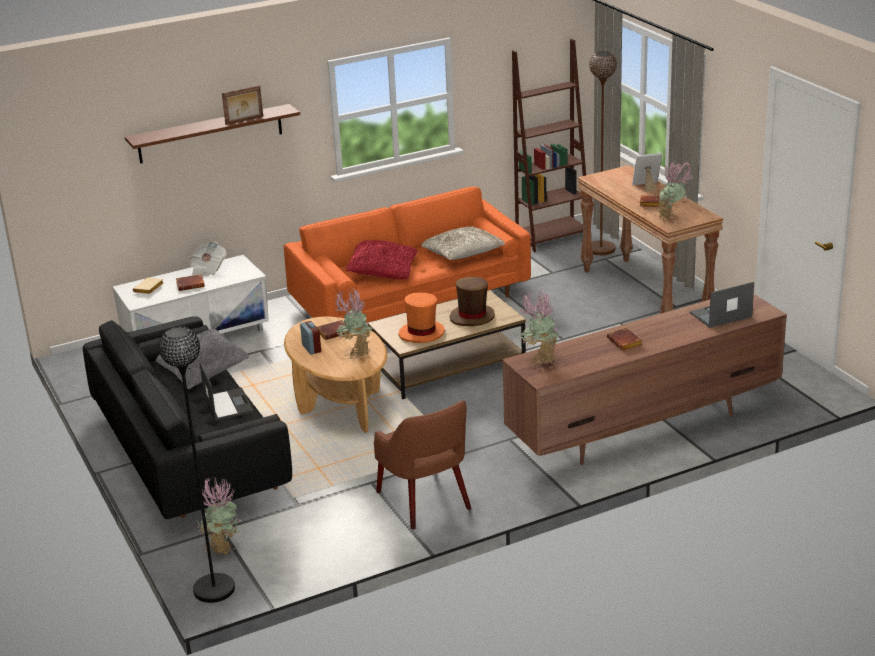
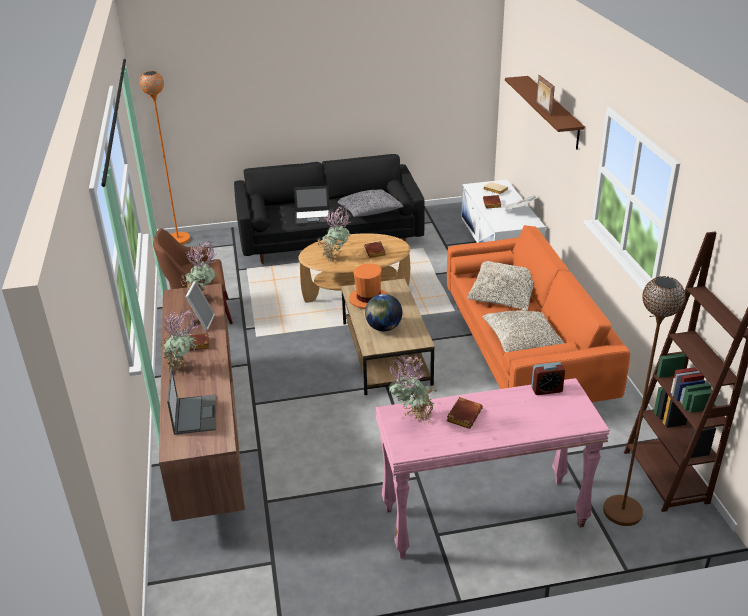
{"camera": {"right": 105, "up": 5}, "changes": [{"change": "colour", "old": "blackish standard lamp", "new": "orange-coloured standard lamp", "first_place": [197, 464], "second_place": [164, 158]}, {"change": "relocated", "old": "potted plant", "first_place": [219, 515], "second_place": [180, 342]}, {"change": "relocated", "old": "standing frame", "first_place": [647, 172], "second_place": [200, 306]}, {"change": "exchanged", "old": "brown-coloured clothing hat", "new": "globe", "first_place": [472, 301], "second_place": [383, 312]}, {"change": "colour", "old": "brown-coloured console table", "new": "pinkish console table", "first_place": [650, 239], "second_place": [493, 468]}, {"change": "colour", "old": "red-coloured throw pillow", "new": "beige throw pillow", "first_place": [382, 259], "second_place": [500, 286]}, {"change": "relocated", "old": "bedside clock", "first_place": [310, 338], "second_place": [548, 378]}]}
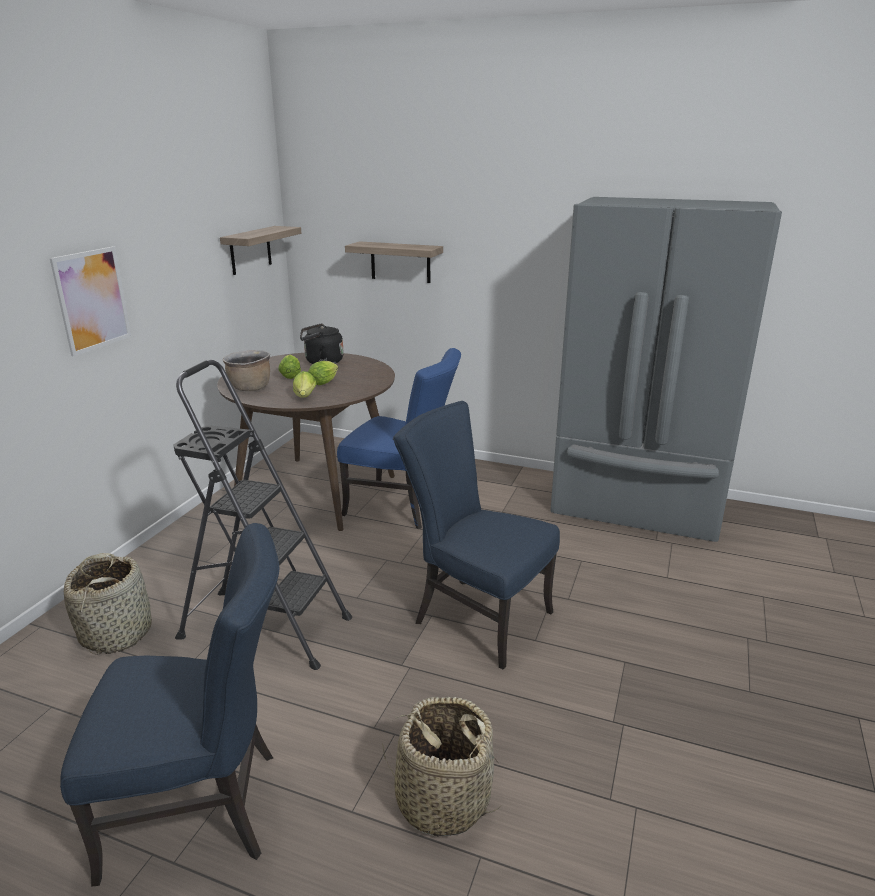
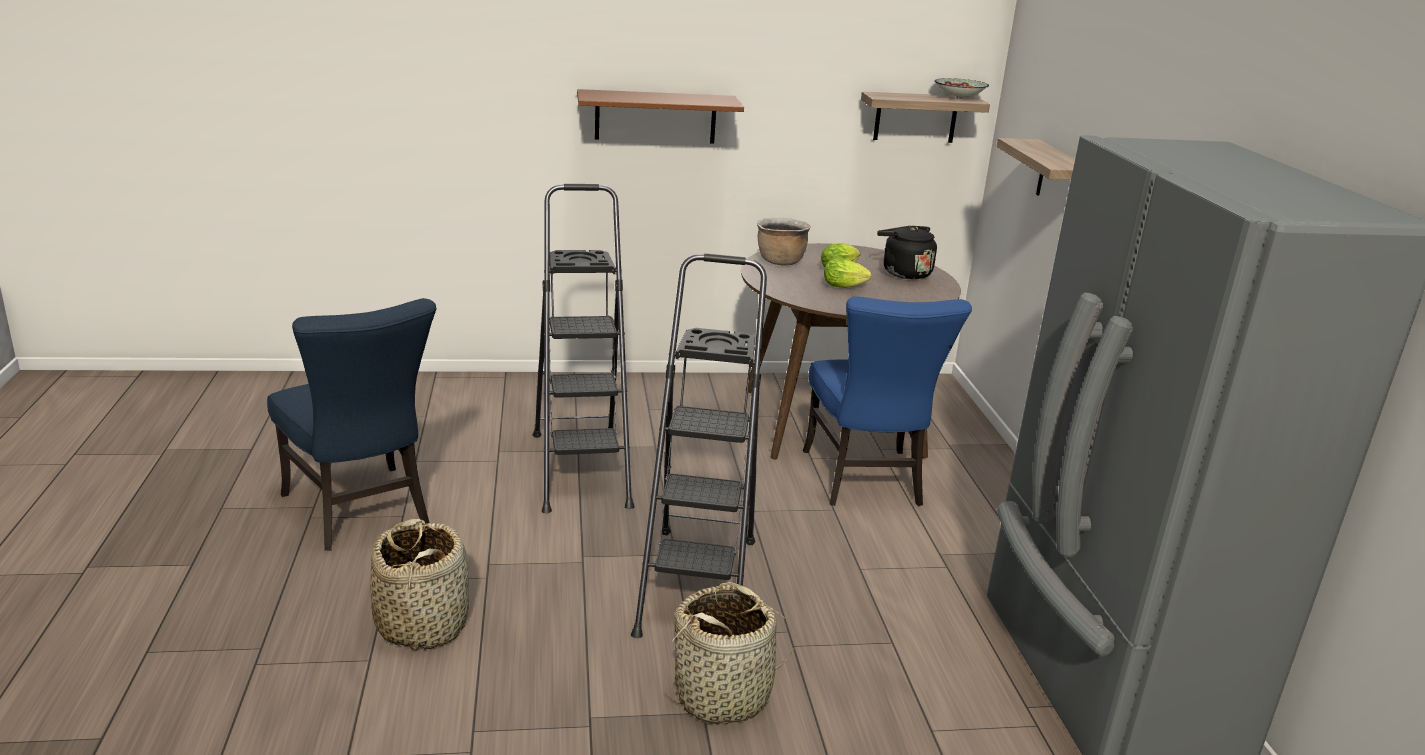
{"camera": {"right": 60, "up": 0}, "changes": [{"change": "exchanged", "old": "wall picture", "new": "brown-coloured shelf", "first_place": [90, 301], "second_place": [660, 116]}, {"change": "exchanged", "old": "blue plain chair", "new": "stepladder", "first_place": [476, 535], "second_place": [699, 445]}, {"change": "relocated", "old": "storage basket", "first_place": [108, 604], "second_place": [729, 653]}, {"change": "appeared", "new": "serving bowl", "second_place": [961, 88]}, {"change": "missing", "old": "lettuce head", "first_place": [304, 384]}]}
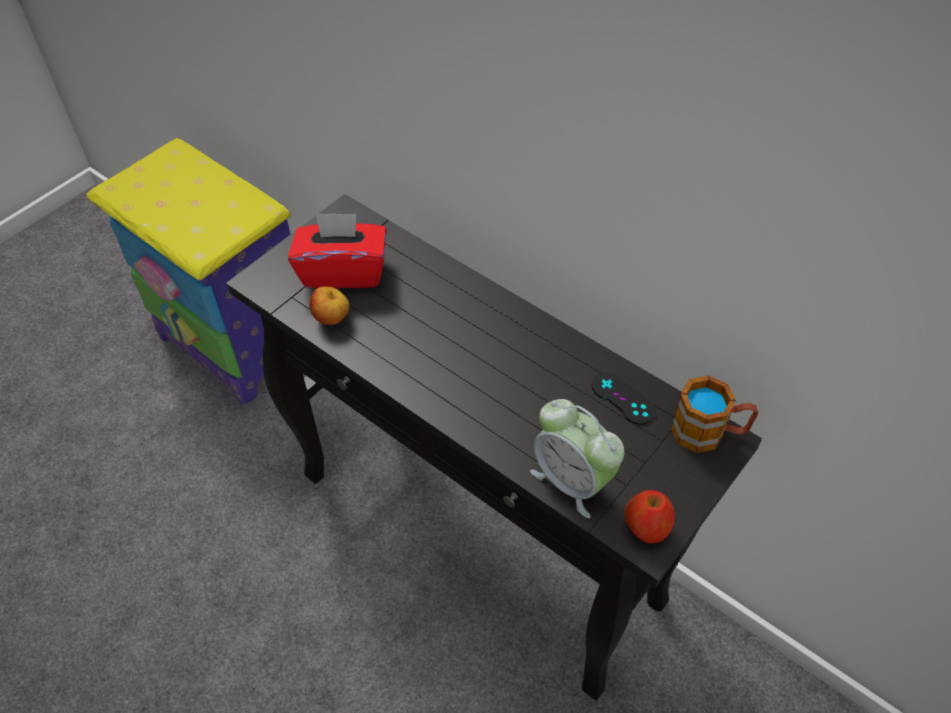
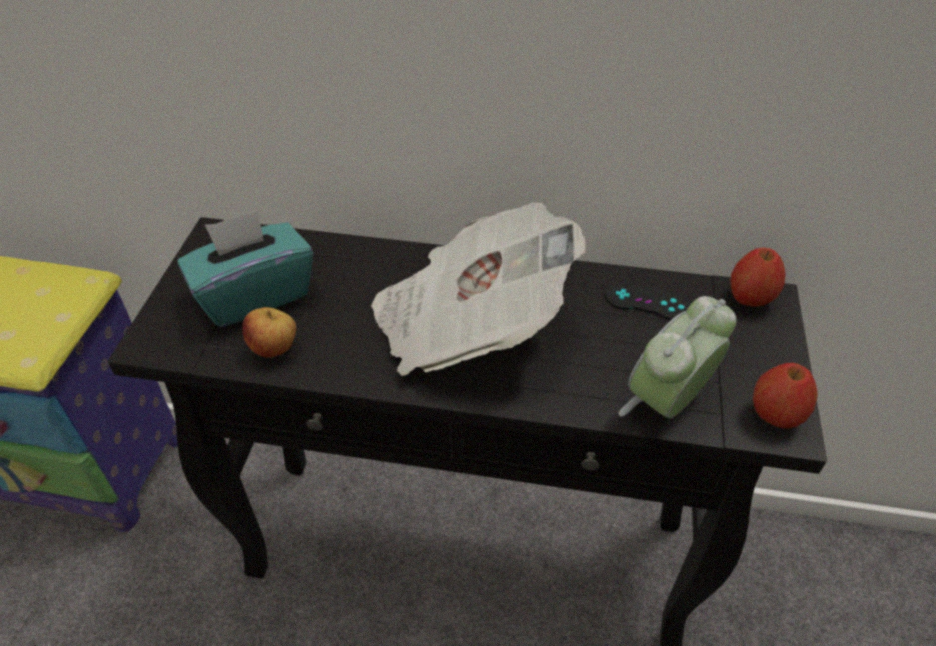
{"camera": {"right": -30, "up": -5}, "changes": [{"change": "colour", "old": "red-coloured tissue holder", "new": "blue-green tissue holder", "first_place": [337, 251], "second_place": [245, 268]}, {"change": "appeared", "new": "printed paper", "second_place": [478, 289]}, {"change": "spun", "old": "bedside clock", "first_place": [577, 458], "second_place": [677, 357], "degrees": 120}, {"change": "exchanged", "old": "coffee mug", "new": "whole apple", "first_place": [714, 414], "second_place": [757, 277]}]}
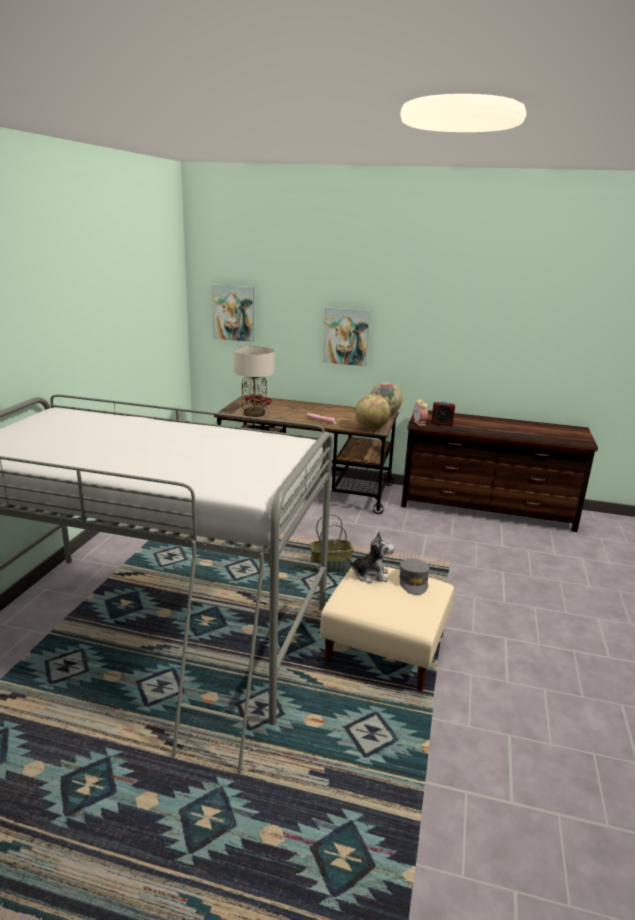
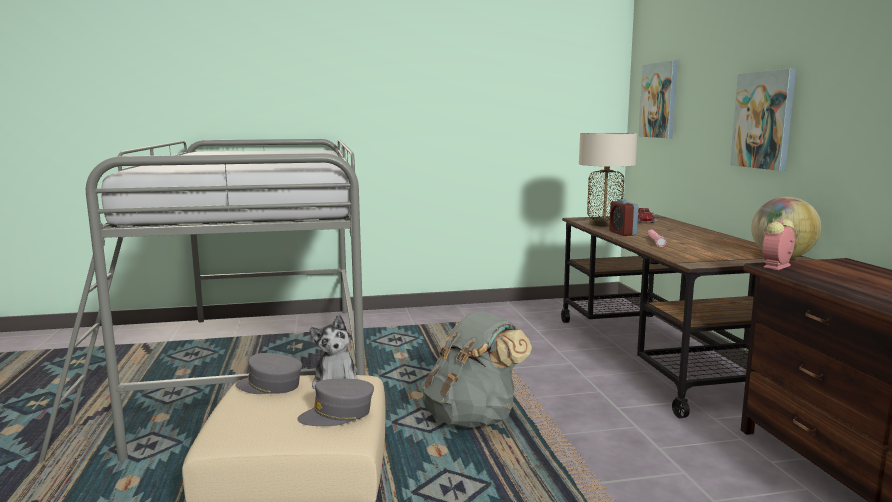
{"camera": {"right": 65, "up": -10}, "changes": [{"change": "appeared", "new": "greyish baseball cap", "second_place": [268, 373]}, {"change": "exchanged", "old": "storage basket", "new": "greyish backpack", "first_place": [331, 543], "second_place": [476, 369]}, {"change": "relocated", "old": "bedside clock", "first_place": [443, 413], "second_place": [623, 217]}, {"change": "missing", "old": "globe", "first_place": [373, 412]}]}
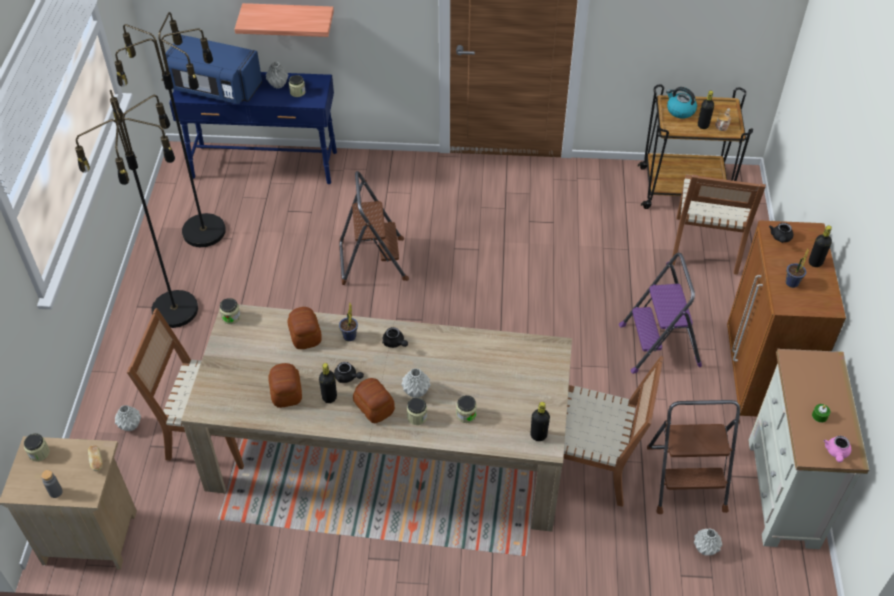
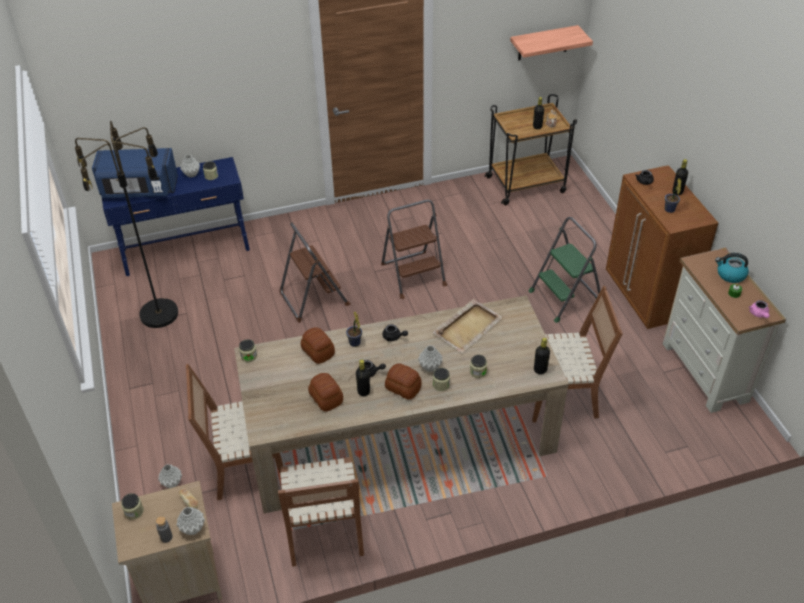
{"camera": {"right": -20, "up": -5}, "changes": [{"change": "relocated", "old": "greyish vase", "first_place": [708, 542], "second_place": [190, 521]}, {"change": "relocated", "old": "plain chair", "first_place": [719, 224], "second_place": [321, 512]}, {"change": "relocated", "old": "brown-coloured stepladder", "first_place": [693, 457], "second_place": [414, 249]}, {"change": "appeared", "new": "beige carrying tray", "second_place": [468, 326]}, {"change": "relocated", "old": "shelf", "first_place": [284, 20], "second_place": [551, 42]}, {"change": "colour", "old": "purplish stepladder", "new": "greenish stepladder", "first_place": [660, 313], "second_place": [564, 270]}, {"change": "relocated", "old": "water kettle", "first_place": [681, 102], "second_place": [732, 268]}, {"change": "missing", "old": "standard lamp", "first_place": [136, 209]}]}
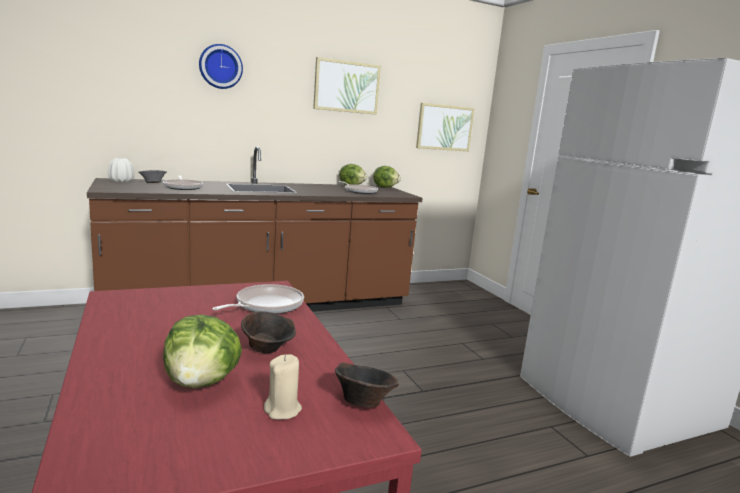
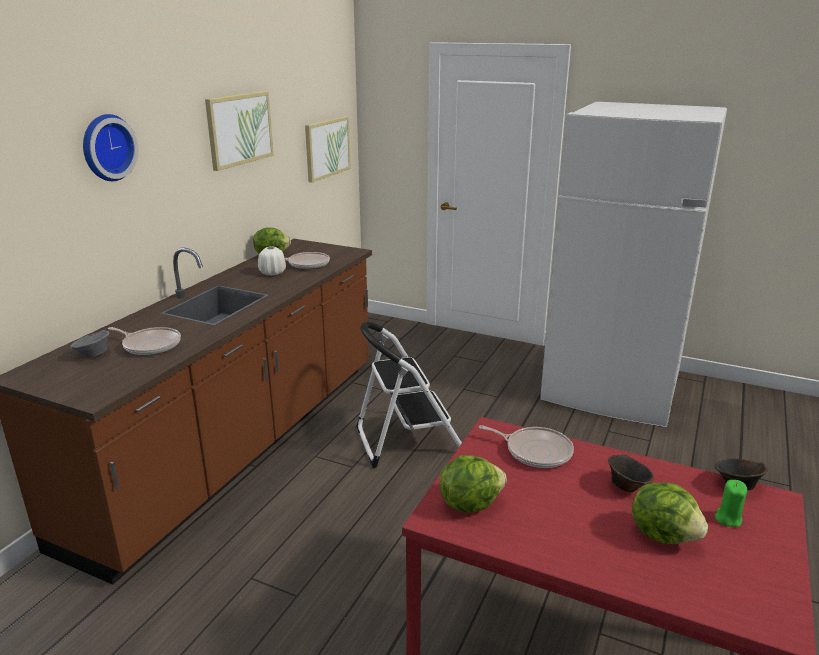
{"camera": {"right": -40, "up": 10}, "changes": [{"change": "relocated", "old": "whitish vase", "first_place": [121, 170], "second_place": [272, 261]}, {"change": "appeared", "new": "stepladder", "second_place": [409, 395]}, {"change": "relocated", "old": "lettuce head", "first_place": [387, 177], "second_place": [473, 484]}, {"change": "spun", "old": "frying pan", "first_place": [258, 299], "second_place": [526, 446], "degrees": 120}, {"change": "colour", "old": "beige wax candle", "new": "greenish wax candle", "first_place": [283, 387], "second_place": [731, 503]}]}
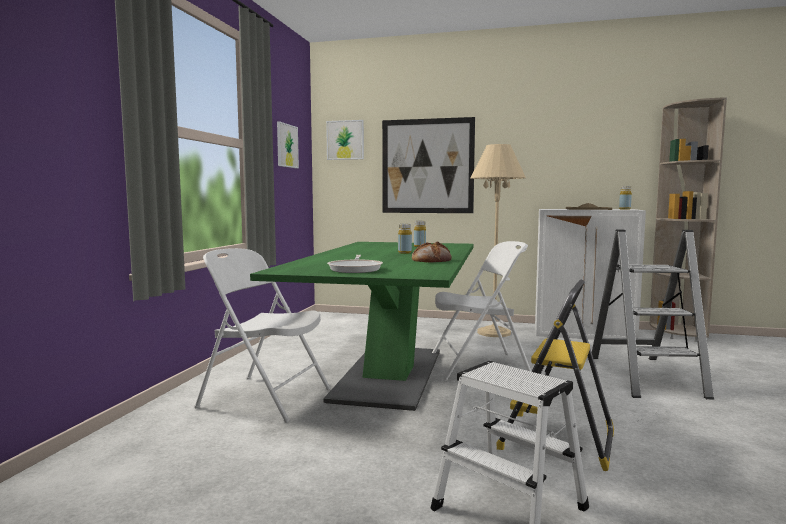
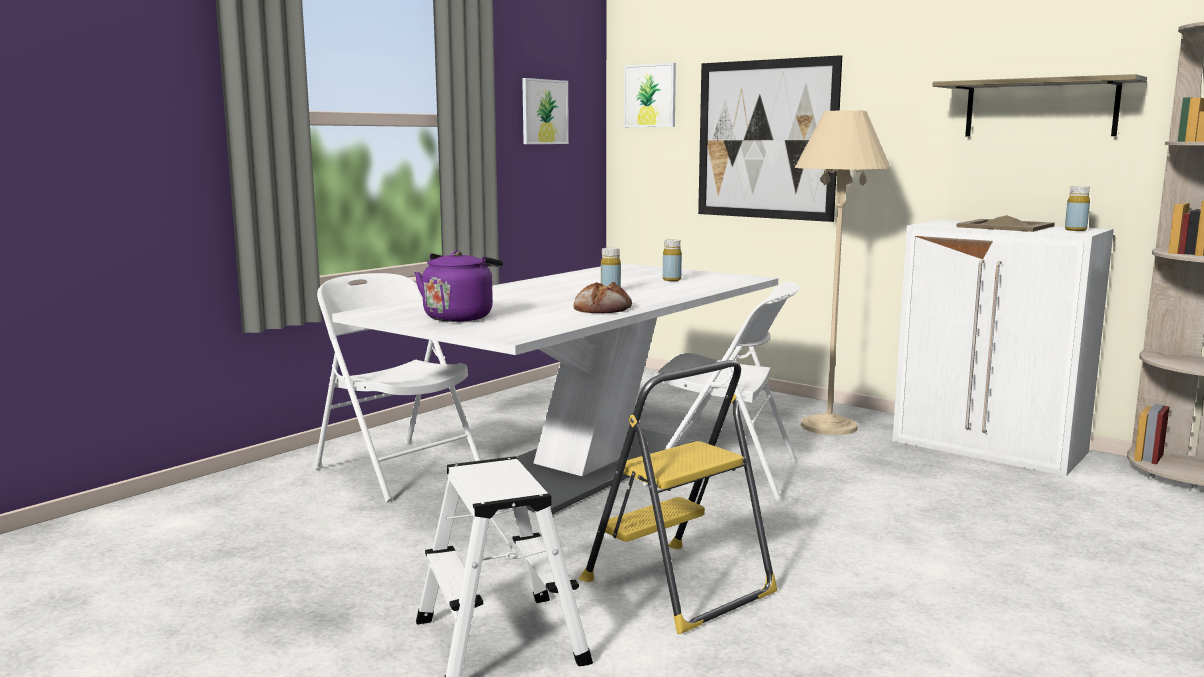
{"camera": {"right": 25, "up": 5}, "changes": [{"change": "colour", "old": "greenish dinner table", "new": "whitish dinner table", "first_place": [362, 326], "second_place": [555, 388]}, {"change": "exchanged", "old": "frying pan", "new": "purplish water kettle", "first_place": [355, 264], "second_place": [458, 286]}, {"change": "appeared", "new": "shelf", "second_place": [1039, 105]}, {"change": "missing", "old": "greyish stepladder", "first_place": [653, 314]}]}
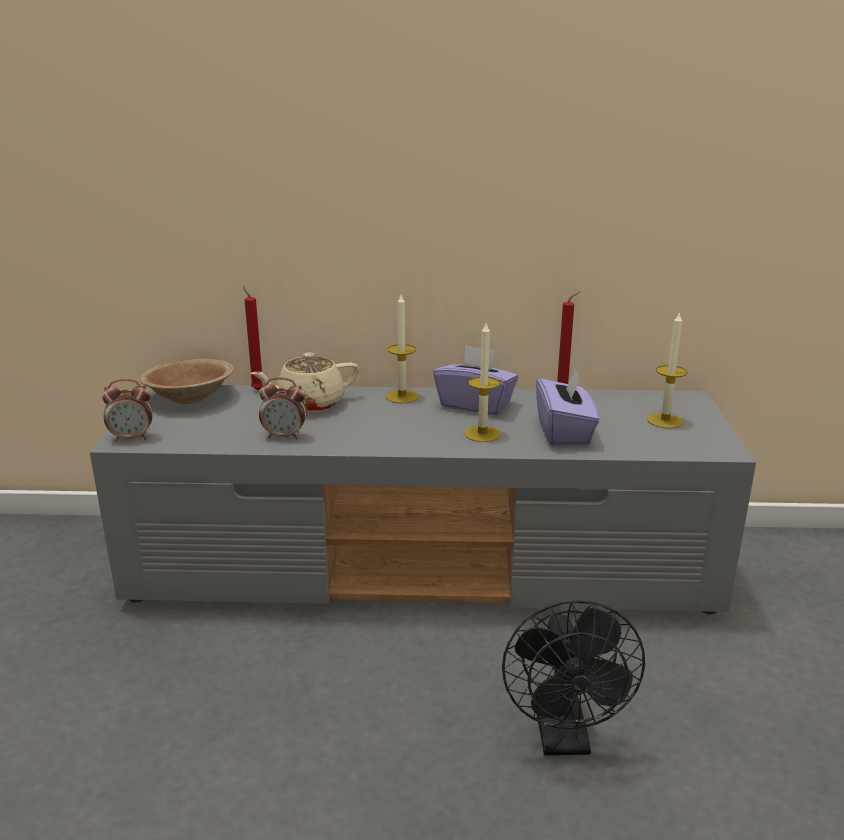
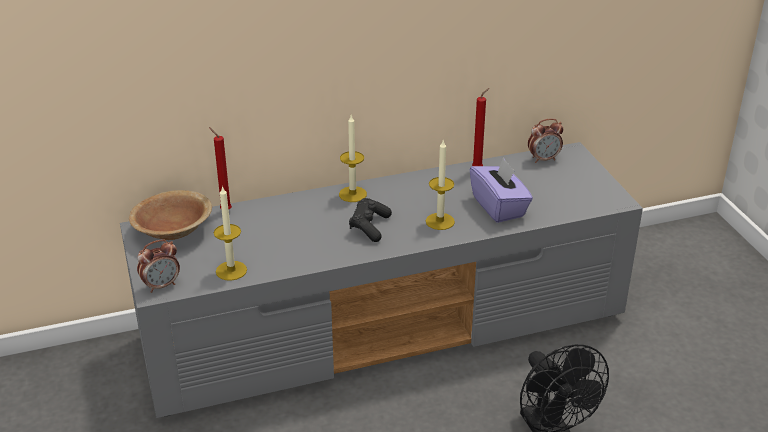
{"camera": {"right": -20, "up": 10}, "changes": [{"change": "relocated", "old": "wax candle", "first_place": [667, 369], "second_place": [230, 233]}, {"change": "appeared", "new": "blackish game controller", "second_place": [370, 220]}, {"change": "relocated", "old": "bedside clock", "first_place": [283, 408], "second_place": [545, 140]}, {"change": "missing", "old": "beige pot for tea", "first_place": [304, 382]}, {"change": "missing", "old": "purplish tissue holder", "first_place": [475, 380]}]}
